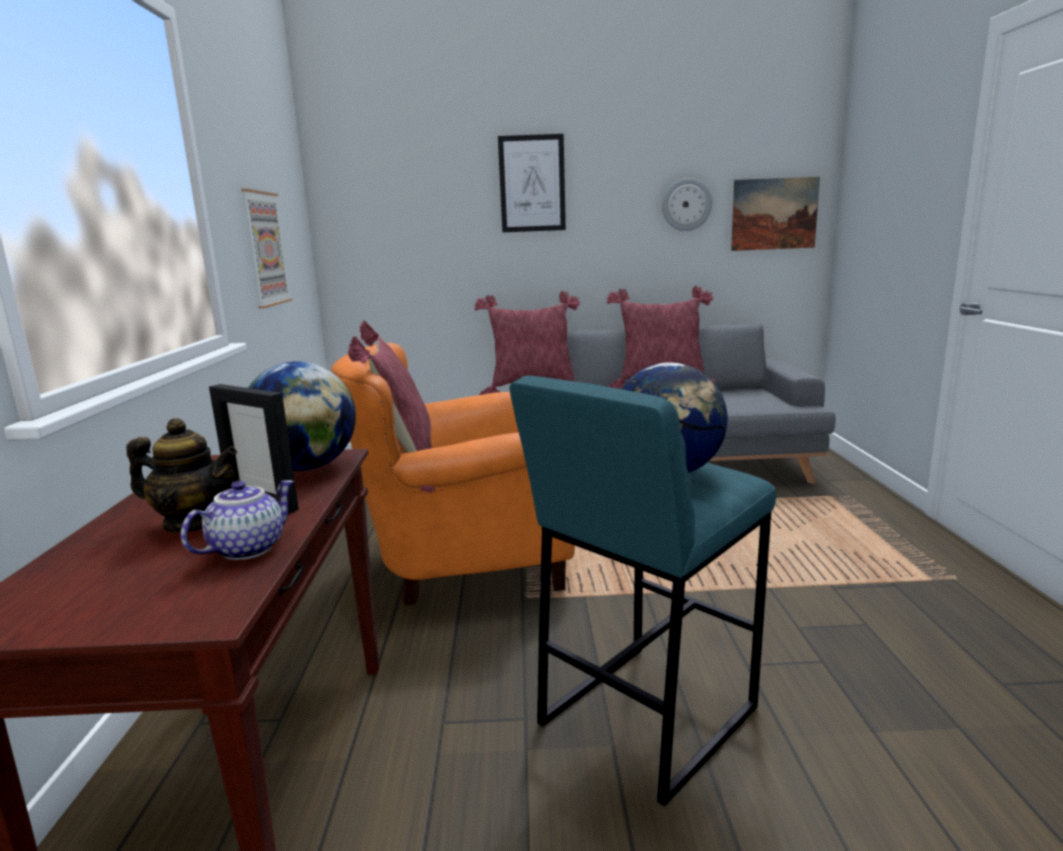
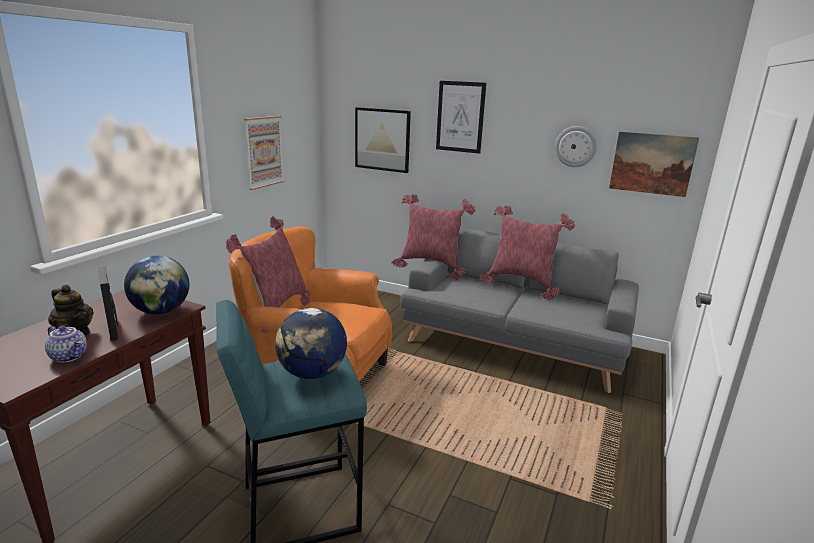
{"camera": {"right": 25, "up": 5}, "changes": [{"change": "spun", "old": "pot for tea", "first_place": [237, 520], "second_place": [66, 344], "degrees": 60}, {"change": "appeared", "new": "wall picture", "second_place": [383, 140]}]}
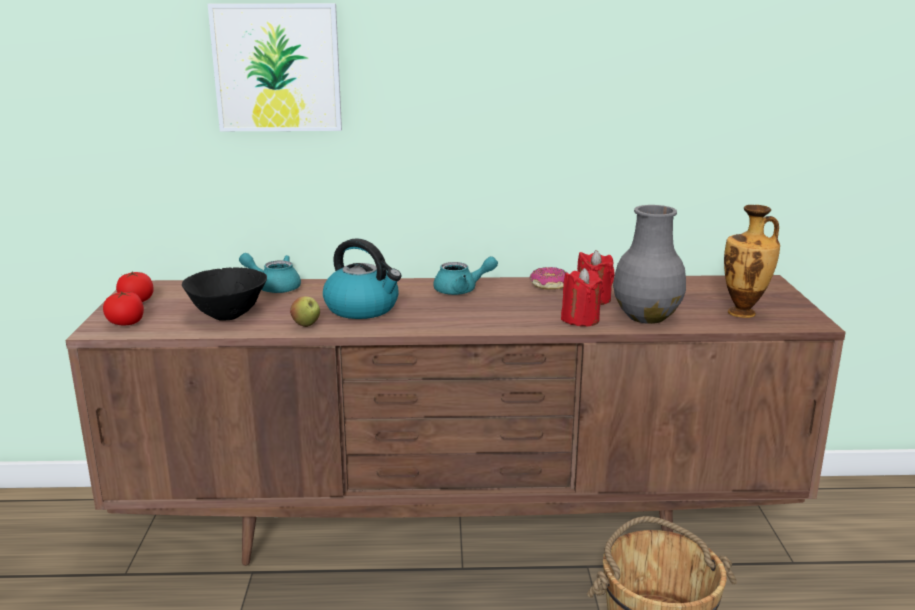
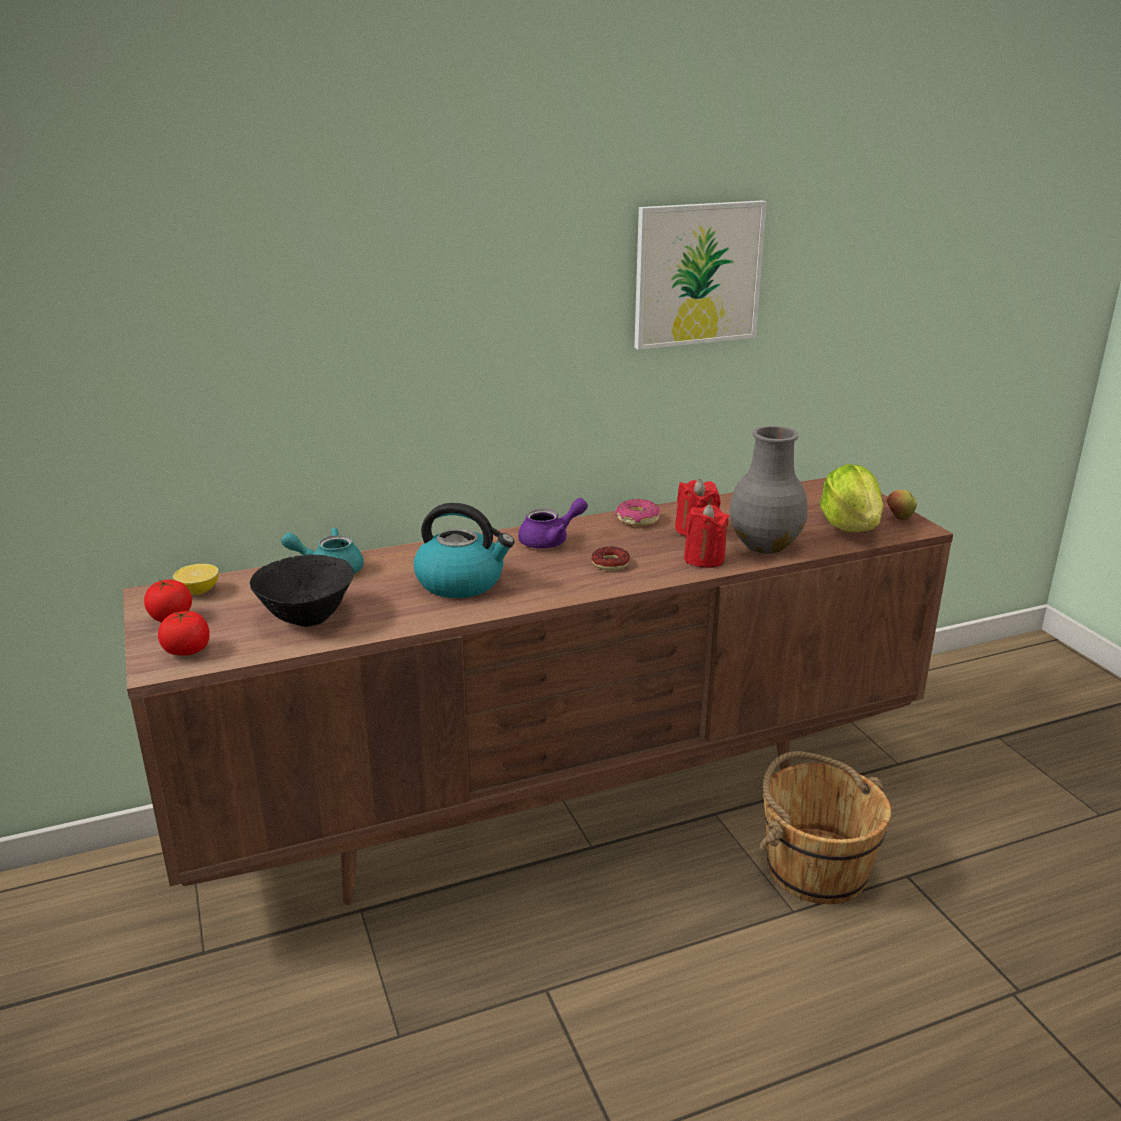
{"camera": {"right": -20, "up": 5}, "changes": [{"change": "appeared", "new": "whole lemon", "second_place": [196, 579]}, {"change": "colour", "old": "blue-green pot for tea", "new": "purplish pot for tea", "first_place": [465, 275], "second_place": [553, 523]}, {"change": "appeared", "new": "donut", "second_place": [611, 559]}, {"change": "relocated", "old": "wall picture", "first_place": [275, 67], "second_place": [700, 275]}, {"change": "exchanged", "old": "vase", "new": "lettuce head", "first_place": [752, 261], "second_place": [851, 498]}, {"change": "relocated", "old": "whole apple", "first_place": [305, 311], "second_place": [902, 505]}]}
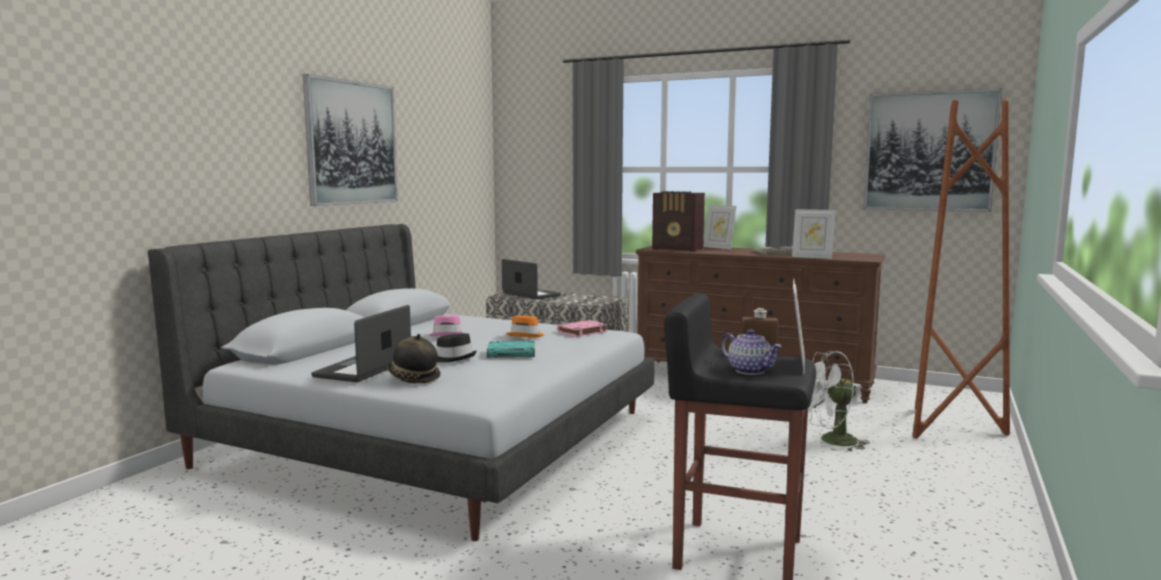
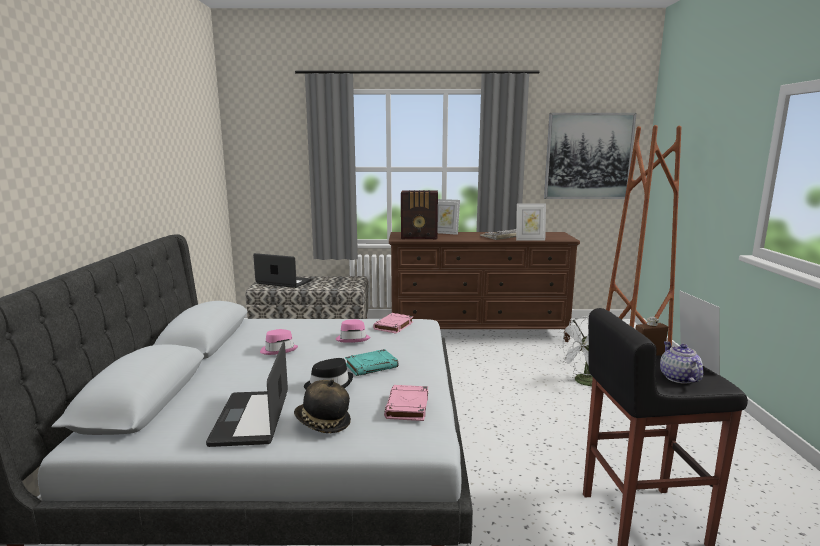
{"camera": {"right": -25, "up": 5}, "changes": [{"change": "colour", "old": "orange-coloured clothing hat", "new": "pinkish clothing hat", "first_place": [525, 327], "second_place": [352, 331]}, {"change": "appeared", "new": "pinkish volume", "second_place": [406, 403]}, {"change": "spun", "old": "pot for tea", "first_place": [751, 352], "second_place": [681, 362], "degrees": -120}, {"change": "missing", "old": "wall picture", "first_place": [350, 140]}]}
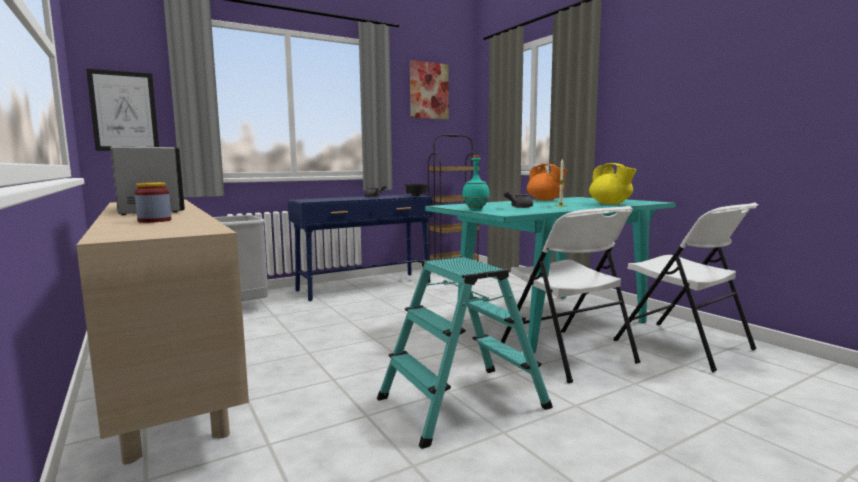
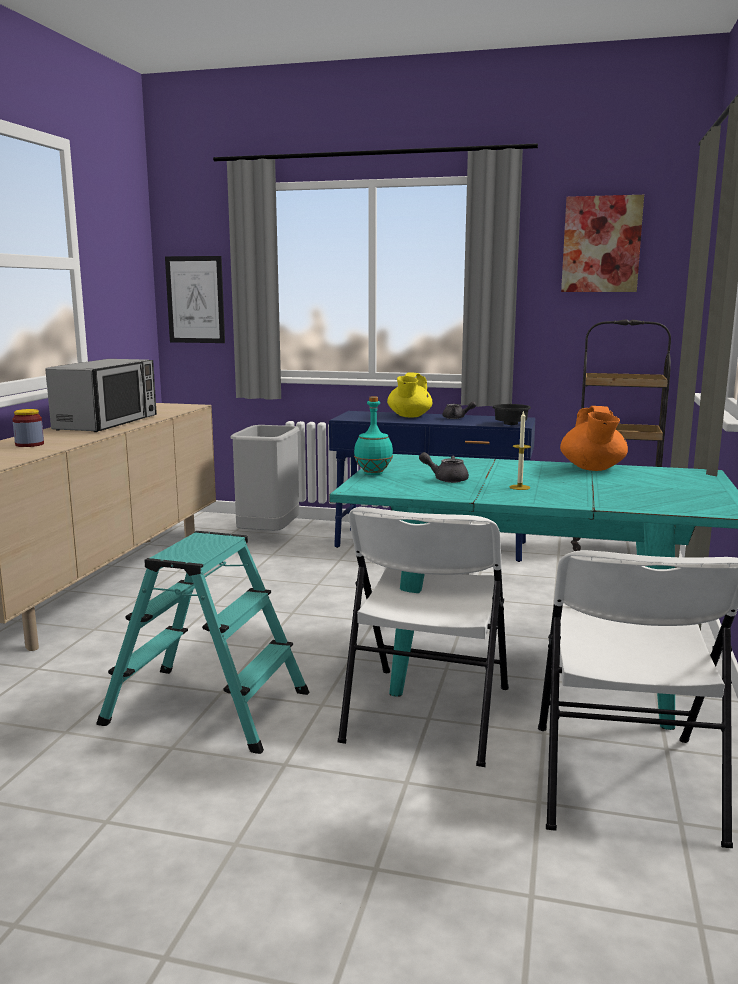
{"camera": {"right": 45, "up": 5}, "changes": [{"change": "relocated", "old": "yellow-coloured pot for tea", "first_place": [613, 183], "second_place": [409, 394]}]}
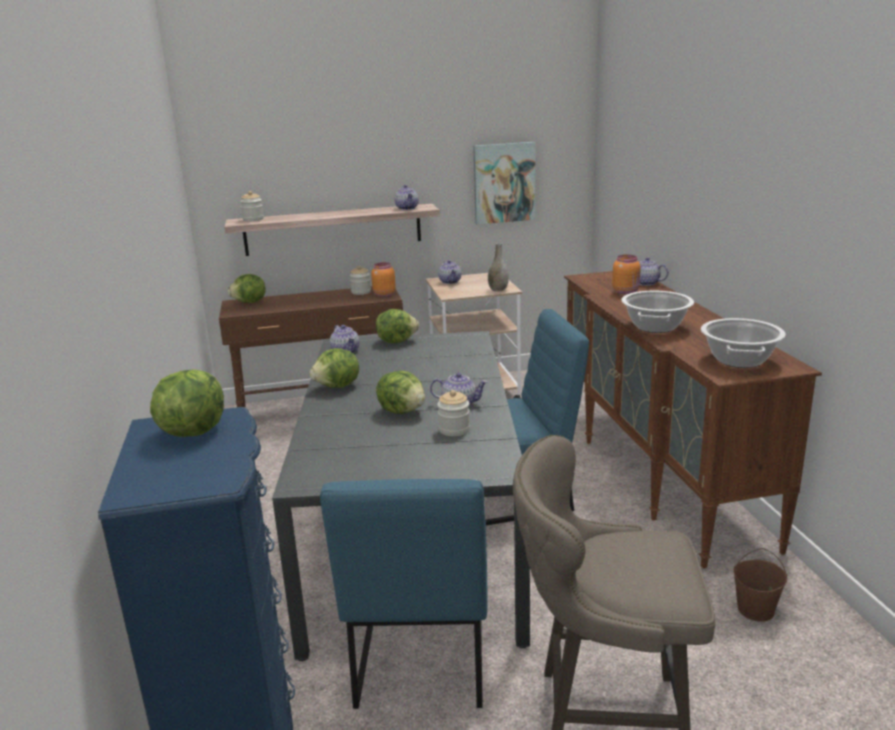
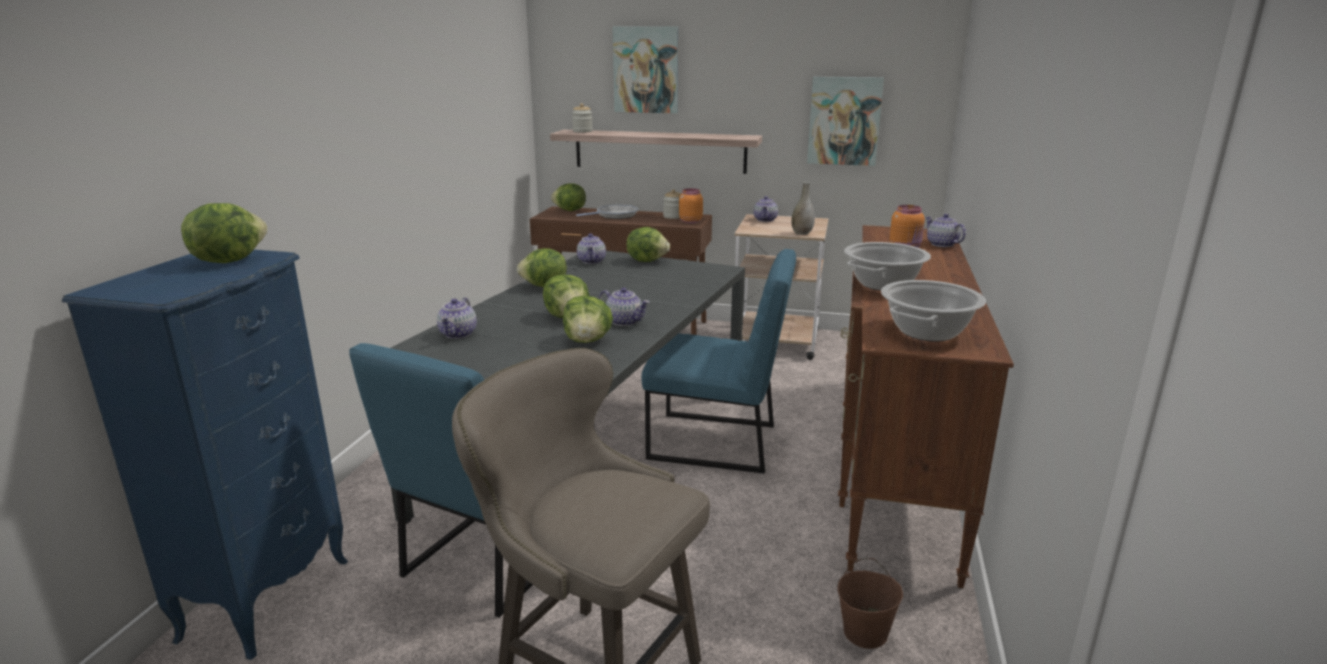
{"camera": {"right": 25, "up": 0}, "changes": [{"change": "relocated", "old": "pot for tea", "first_place": [407, 197], "second_place": [457, 318]}, {"change": "exchanged", "old": "preserve jar", "new": "lettuce head", "first_place": [453, 413], "second_place": [588, 319]}, {"change": "appeared", "new": "frying pan", "second_place": [607, 212]}, {"change": "appeared", "new": "wall picture", "second_place": [645, 69]}]}
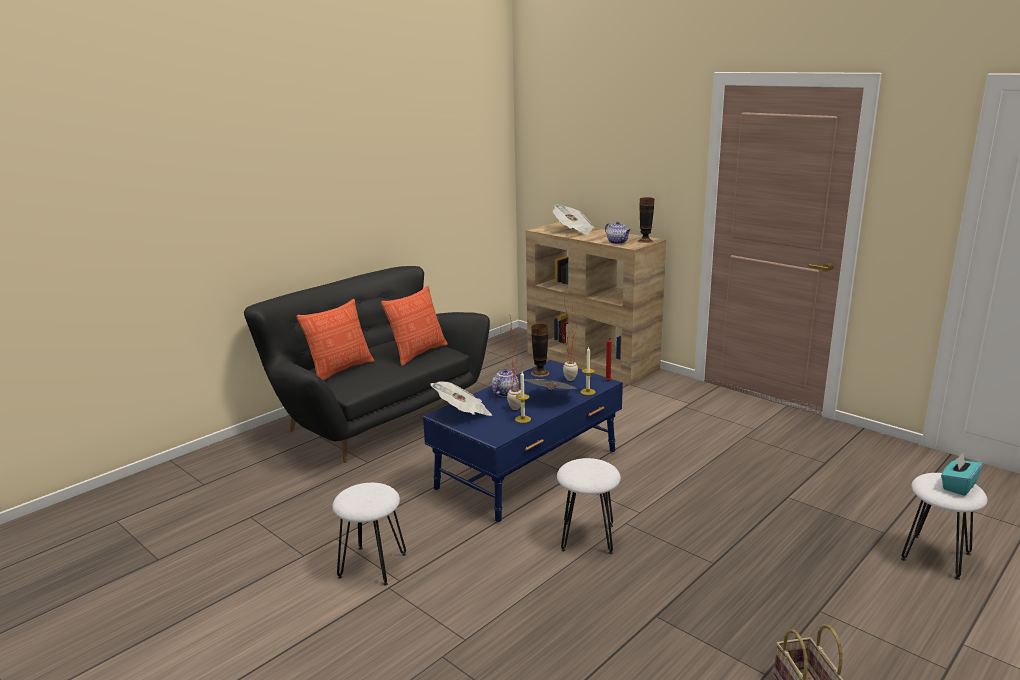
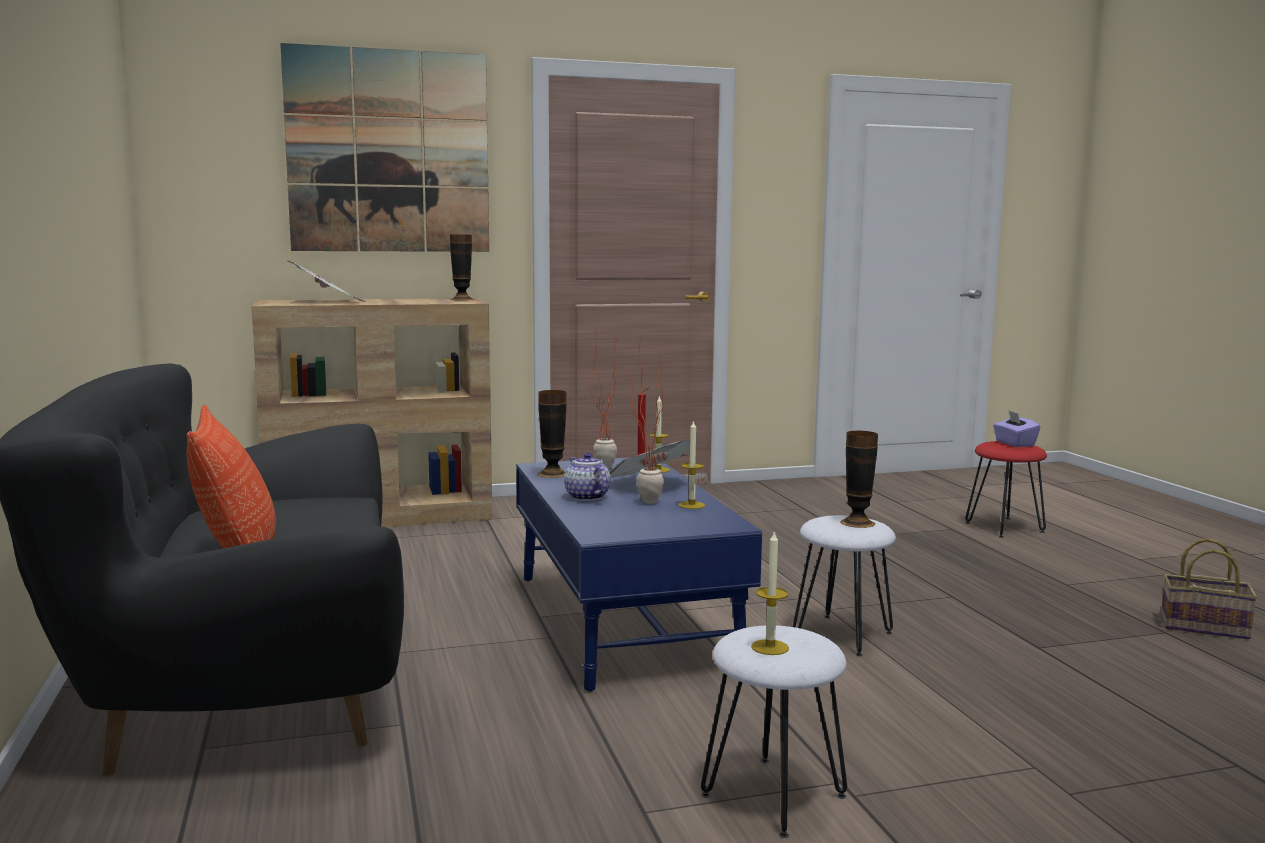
{"camera": {"right": -60, "up": -10}, "changes": [{"change": "appeared", "new": "wall picture", "second_place": [384, 147]}, {"change": "appeared", "new": "wax candle", "second_place": [770, 592]}, {"change": "appeared", "new": "vase", "second_place": [859, 479]}, {"change": "colour", "old": "whitish stool seat", "new": "red-coloured stool seat", "first_place": [944, 526], "second_place": [1006, 489]}, {"change": "colour", "old": "blue-green tissue holder", "new": "purplish tissue holder", "first_place": [962, 474], "second_place": [1016, 428]}, {"change": "missing", "old": "orange-coloured throw pillow", "first_place": [414, 326]}, {"change": "missing", "old": "printed paper", "first_place": [461, 399]}, {"change": "missing", "old": "pot for tea", "first_place": [618, 232]}]}
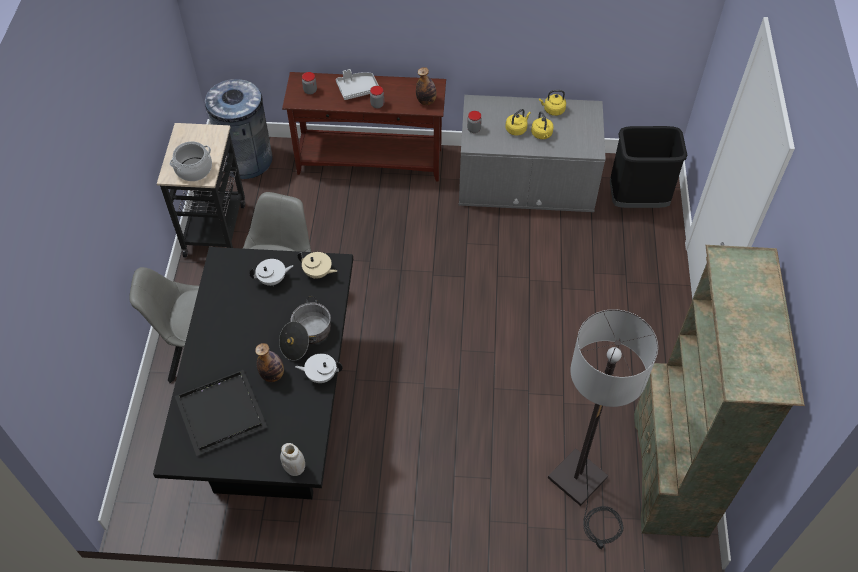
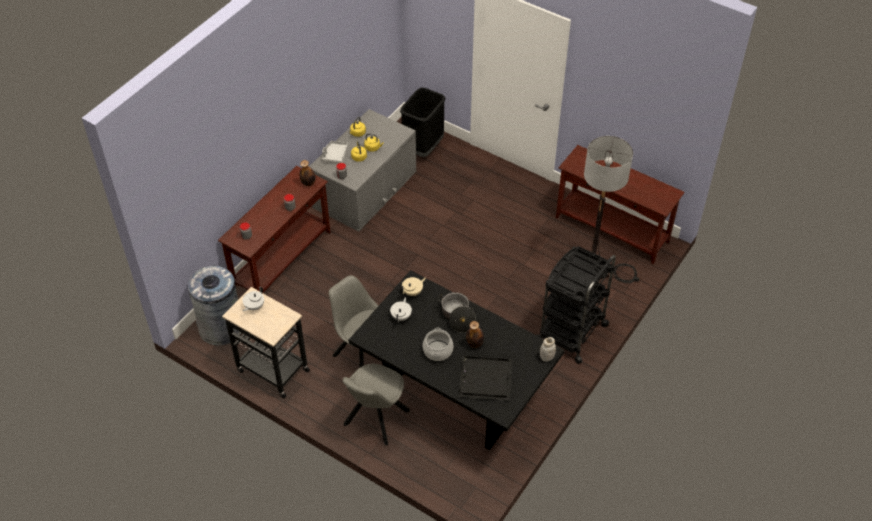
{"camera": {"right": -60, "up": -5}, "changes": [{"change": "relocated", "old": "whitish pot for tea", "first_place": [319, 368], "second_place": [253, 299]}, {"change": "relocated", "old": "greyish carrying tray", "first_place": [357, 84], "second_place": [334, 152]}, {"change": "relocated", "old": "stockpot", "first_place": [191, 161], "second_place": [438, 344]}, {"change": "appeared", "new": "blackish trolley", "second_place": [576, 305]}, {"change": "exchanged", "old": "greenish bookshelf", "new": "brown-coloured console table", "first_place": [719, 391], "second_place": [620, 204]}]}
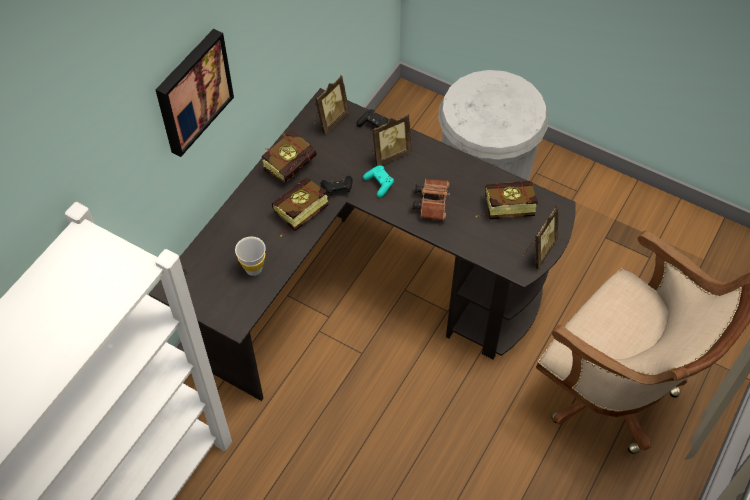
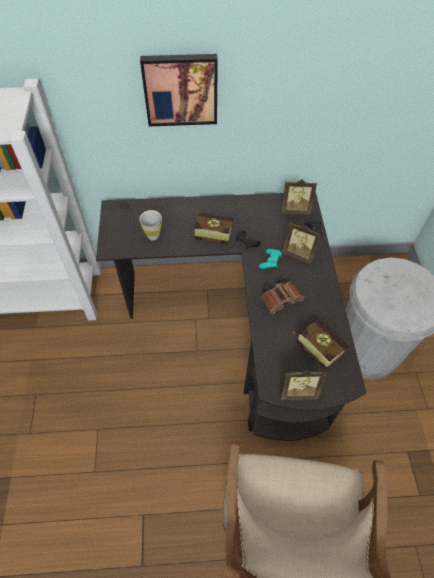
{"camera": {"right": 55, "up": 0}, "changes": [{"change": "missing", "old": "volume", "first_place": [289, 156]}]}
